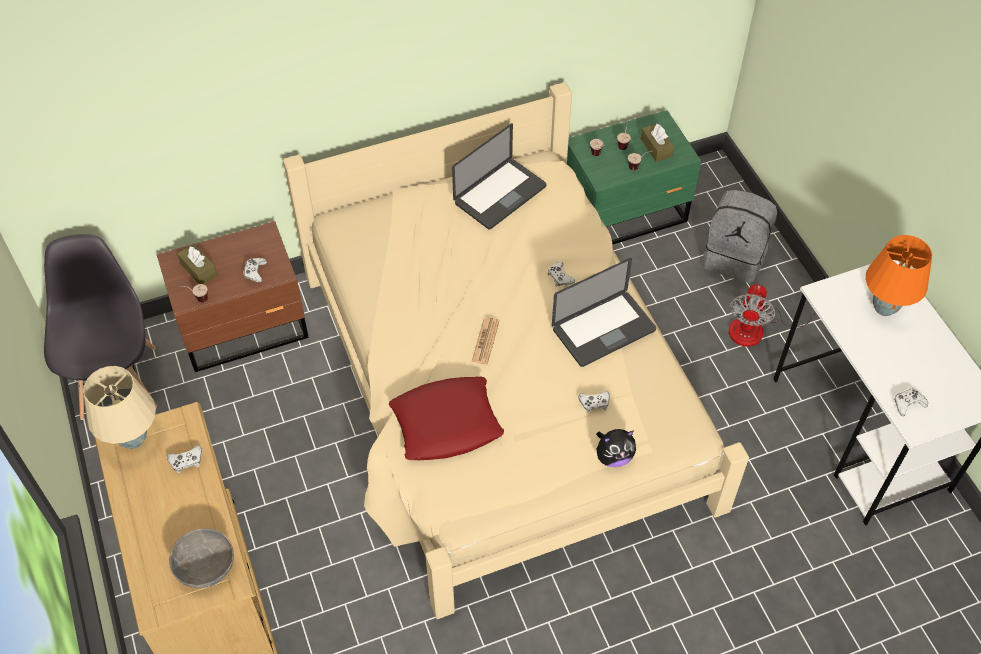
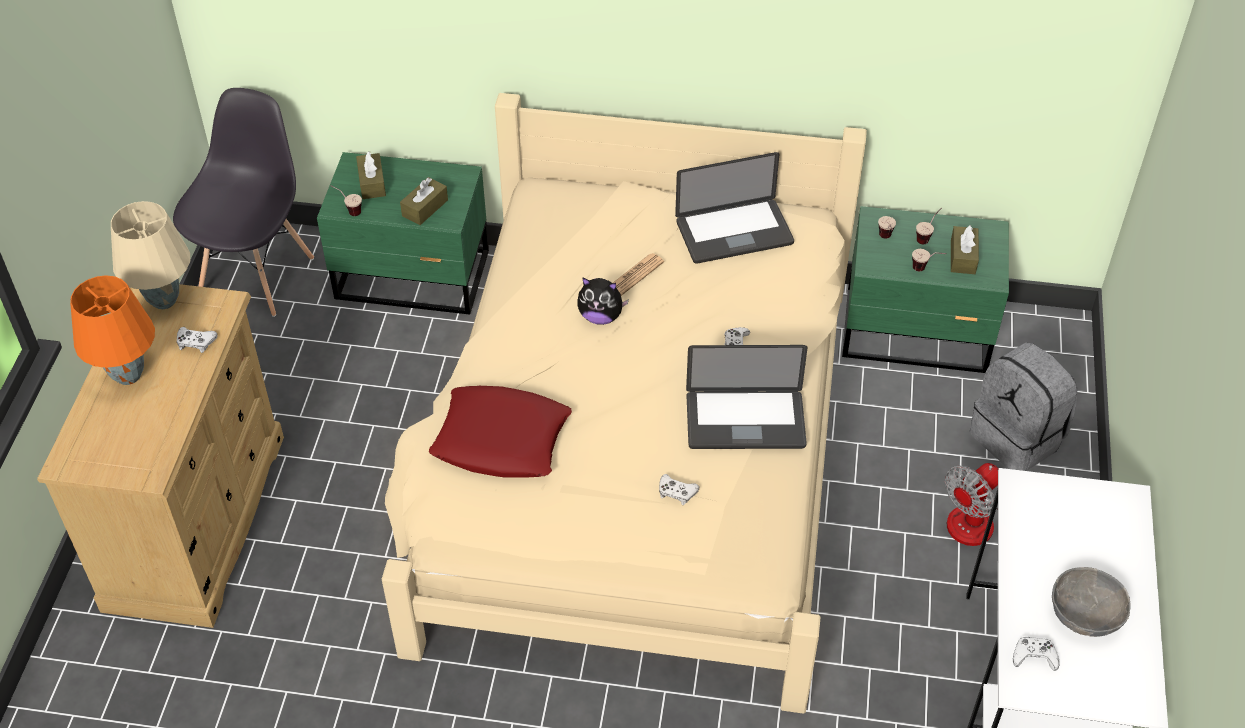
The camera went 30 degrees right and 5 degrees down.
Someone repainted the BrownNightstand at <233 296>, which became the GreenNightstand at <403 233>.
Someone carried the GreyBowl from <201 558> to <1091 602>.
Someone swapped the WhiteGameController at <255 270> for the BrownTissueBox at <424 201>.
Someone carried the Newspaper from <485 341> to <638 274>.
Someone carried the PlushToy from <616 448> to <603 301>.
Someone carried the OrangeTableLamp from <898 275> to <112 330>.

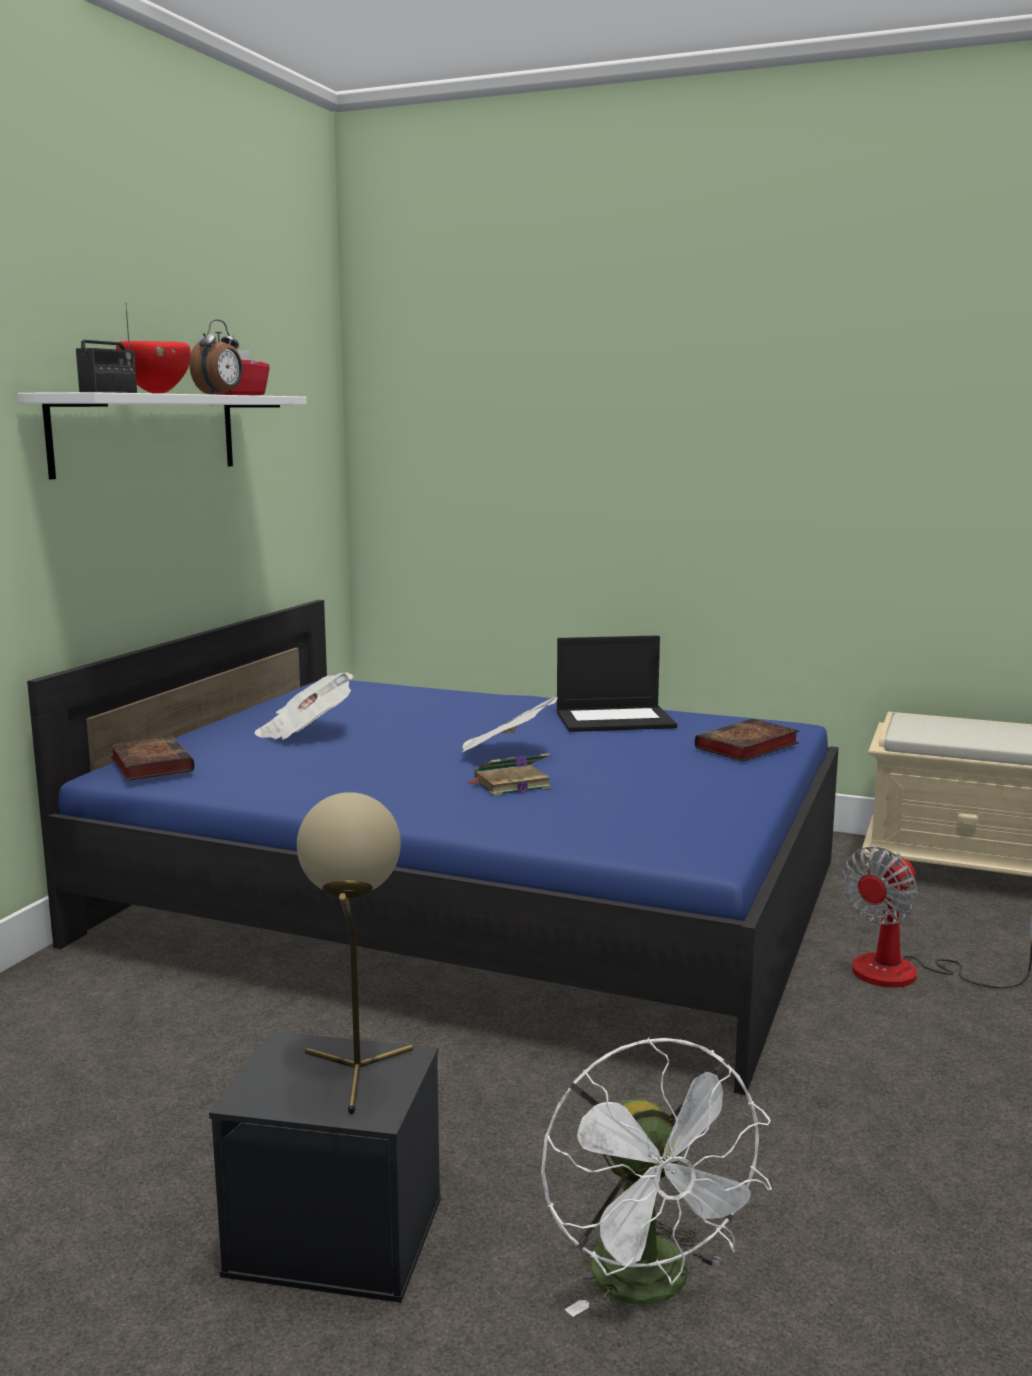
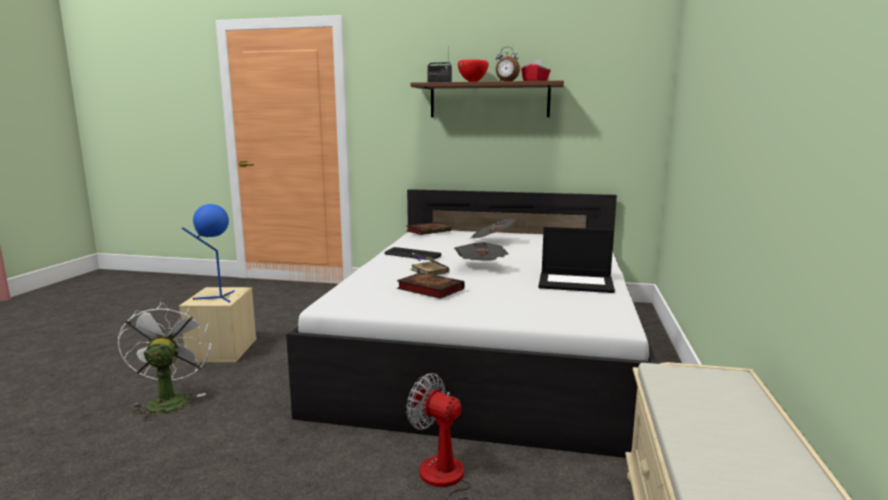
The camera went 80 degrees right and 0 degrees up.
Someone repainted the WhiteShelf at <162 435>, which became the BrownShelf at <487 98>.
Someone repainted the BlueBed at <433 847>, which became the WhiteBed at <472 323>.
Someone repainted the BlackStorageBox at <325 1167>, which became the BeigeStorageBox at <217 325>.
Someone repainted the BeigeTableLamp at <355 953>, which became the BlueTableLamp at <208 253>.
Someone rotated the WhiteFan at <656 1177> by 105 degrees clockwise.
Someone rotated the Laptop at <617 683> by 60 degrees counterclockwise.
Someone carried the Book from <747 740> to <431 285>.
Someone put down the Keyboard at <412 253>.

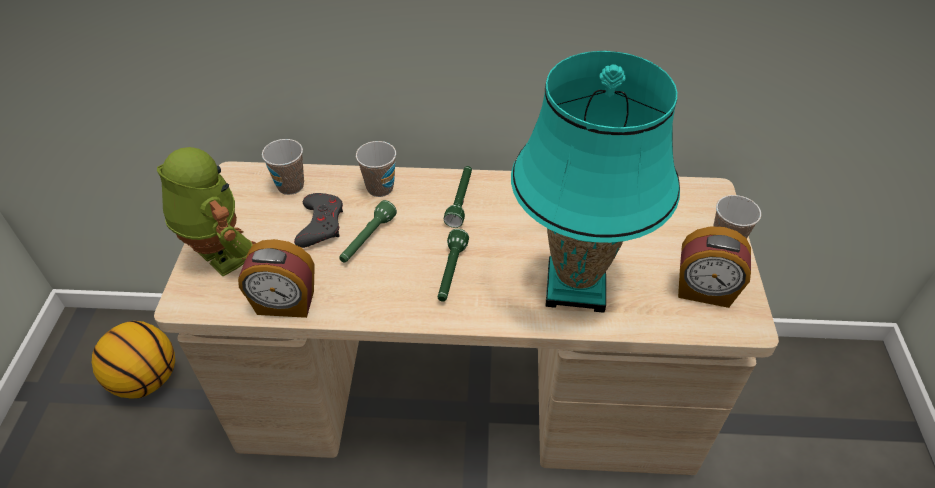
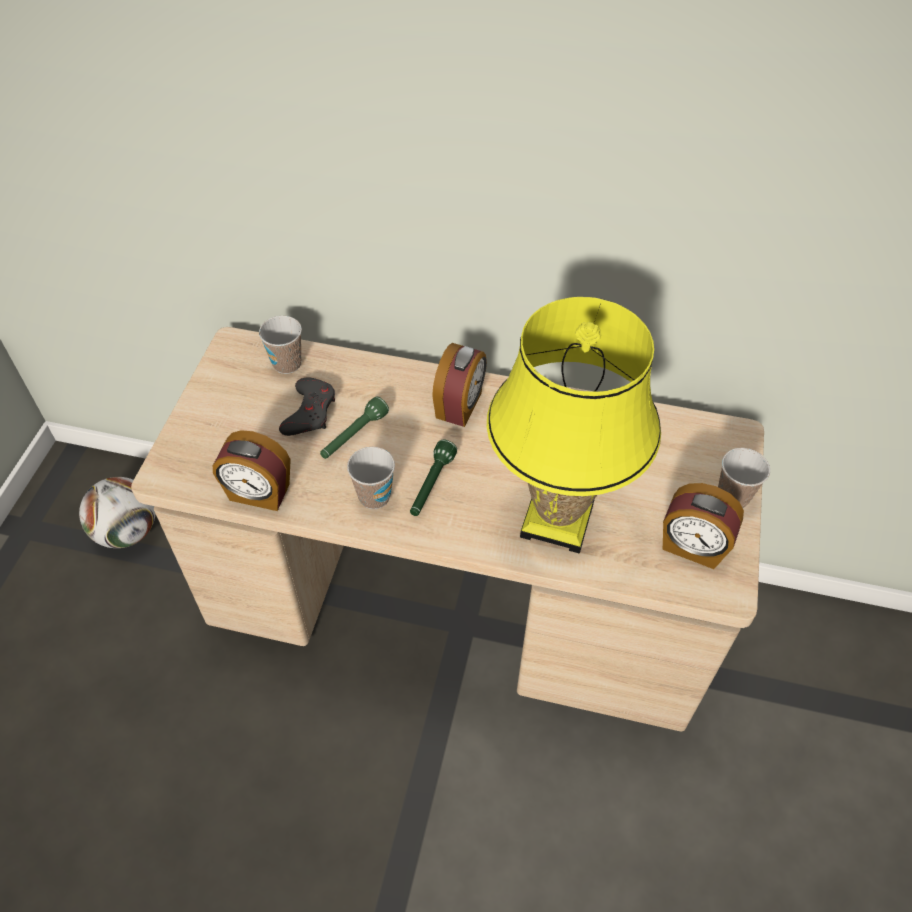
The camera went 10 degrees right and 5 degrees up.
Someone swapped the Basketball at <133 360> for the Football at <117 512>.
Someone took away the ToyRobot at <206 211>.
Someone carried the Cup from <376 169> to <371 478>.
Someone swapped the GreenFlashlight at <458 197> for the AlarmClock at <459 385>.
Someone repainted the TurquoiseTableLamp at <595 182>, which became the YellowTableLamp at <574 425>.

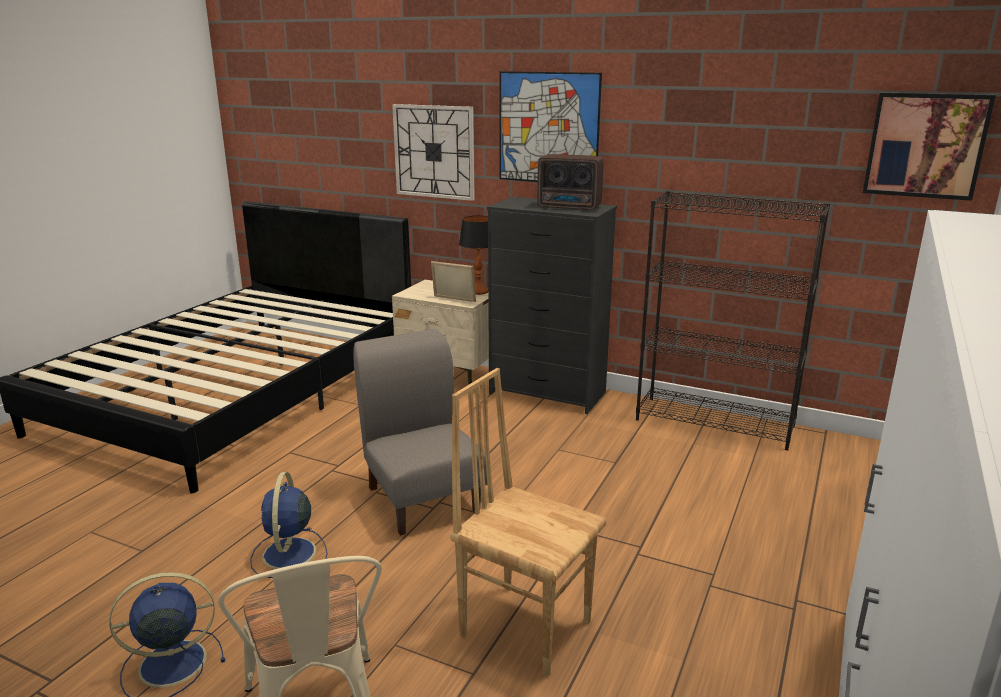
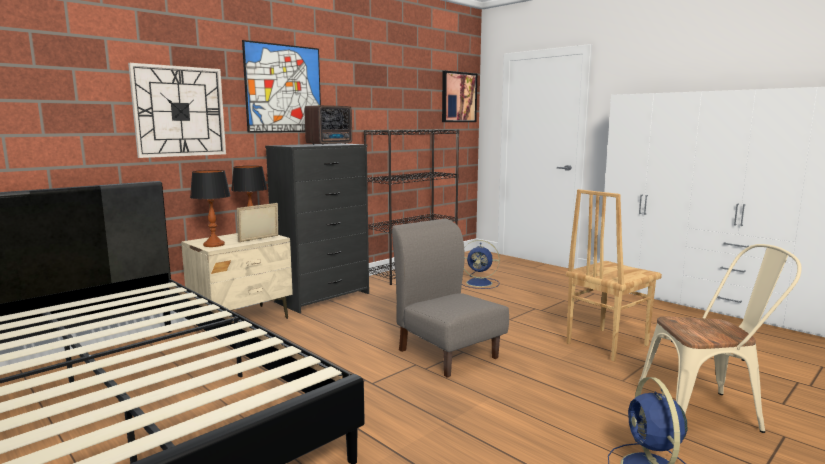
The camera went 70 degrees left and 10 degrees down.
Someone carried the BlueFan from <288 525> to <481 264>.
Someone rotated the GreyChair at <420 432> by 60 degrees clockwise.
Someone put down the TableLamp at <210 208>.

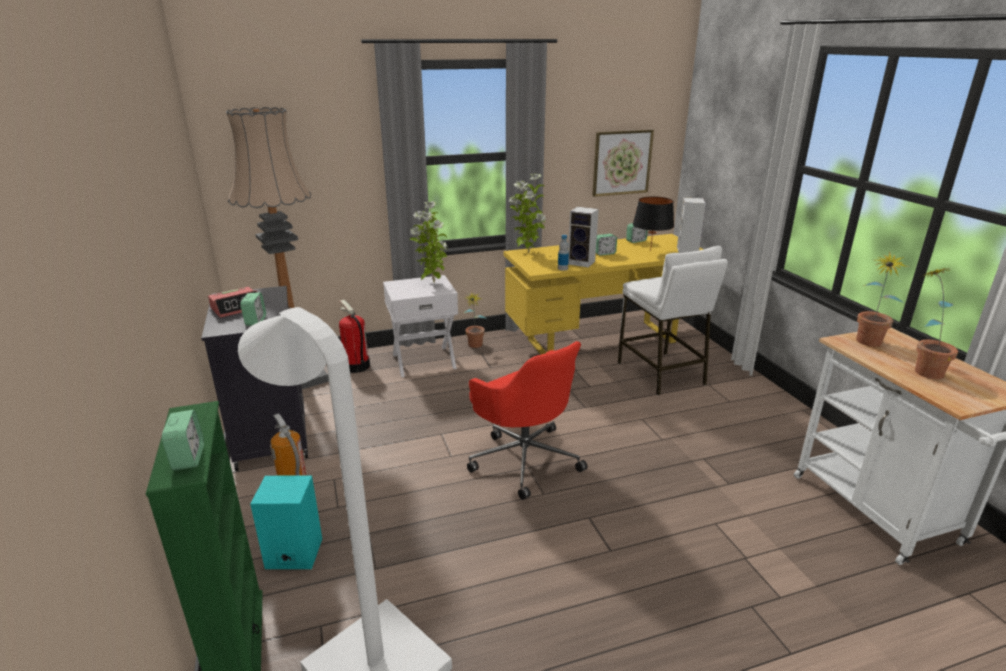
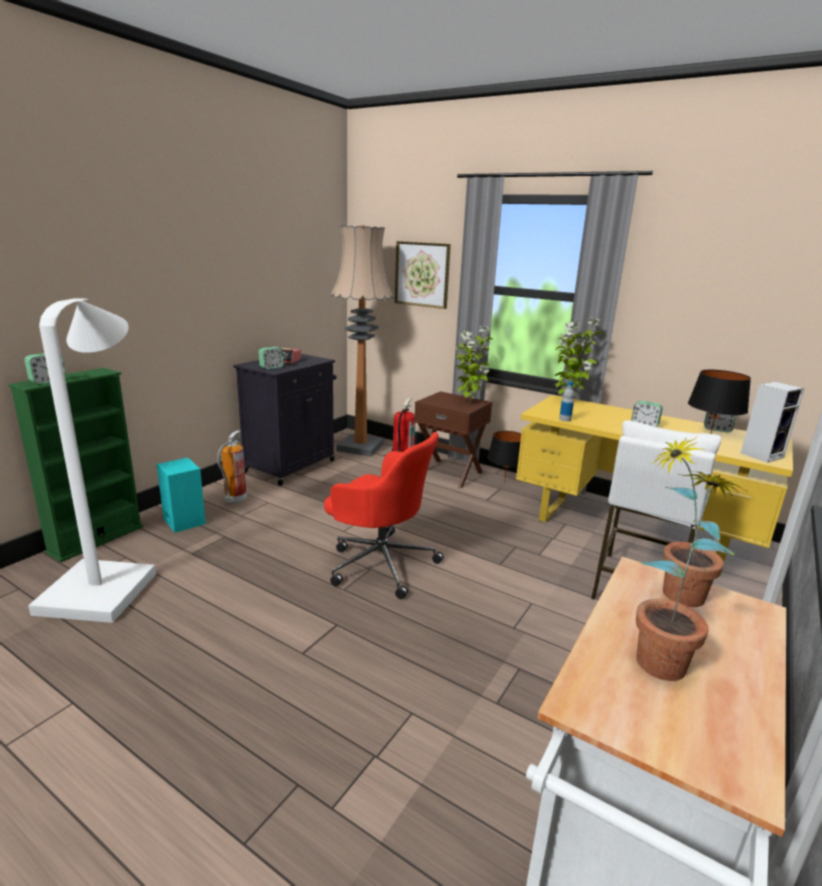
The camera went 50 degrees right and 5 degrees down.
Someone repainted the WhiteNightstand at <420 326>, which became the BrownNightstand at <453 440>.
Someone swapped the PottedPlant at <475 319> for the BlackTableLamp at <504 457>.
Someone rotated the RedOfficeChair at <527 420> by 75 degrees counterclockwise.
Someone took away the Speaker at <583 237>.
Someone carried the Picture from <623 163> to <423 275>.

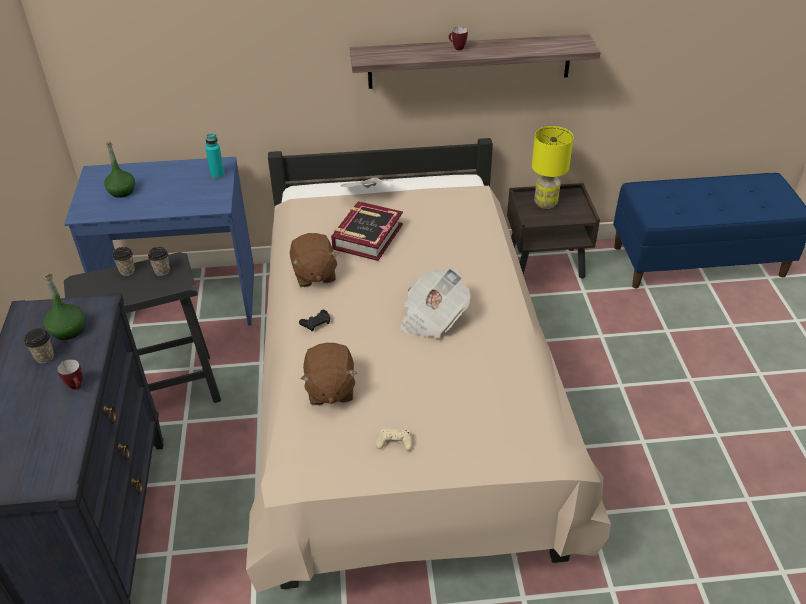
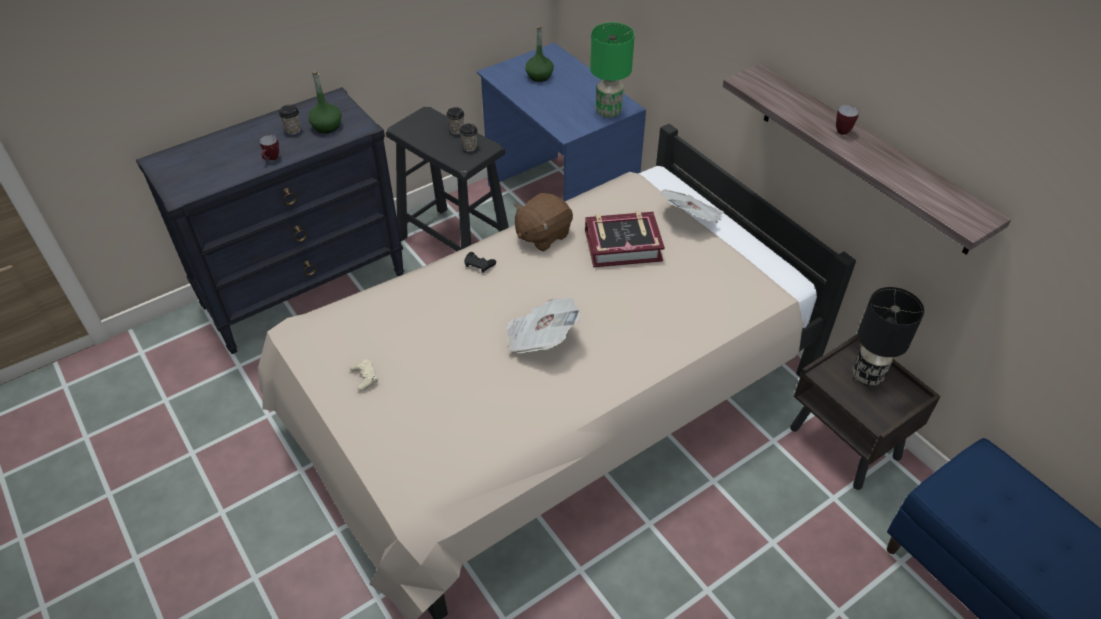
The camera went 60 degrees right and 5 degrees up.
Someone swapped the TurquoiseBottle at <215 156> for the GreenTableLamp at <612 70>.
Someone took away the BrownPlushToy at <329 374>.
Someone repainted the YellowTableLamp at <552 167>, which became the BlackTableLamp at <888 336>.

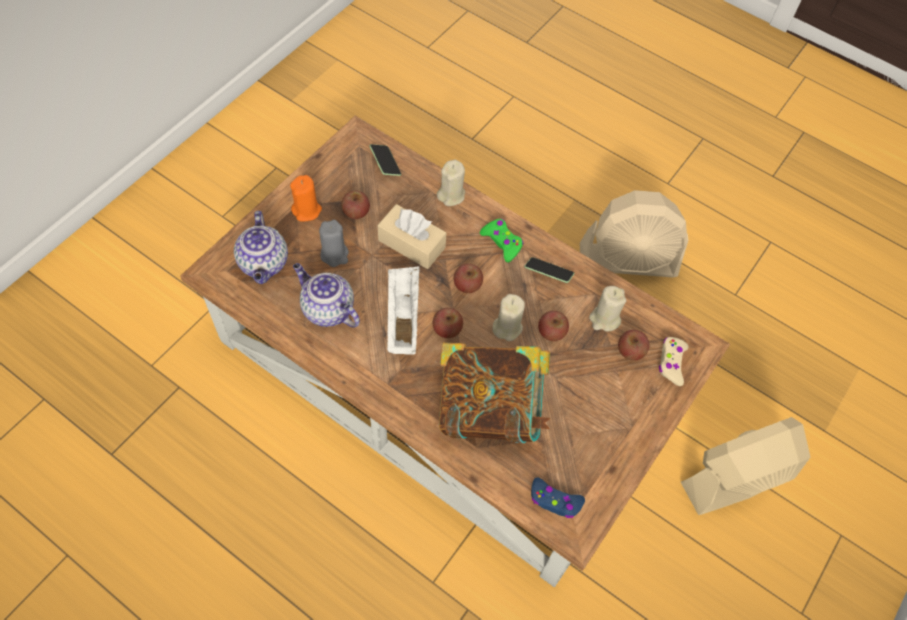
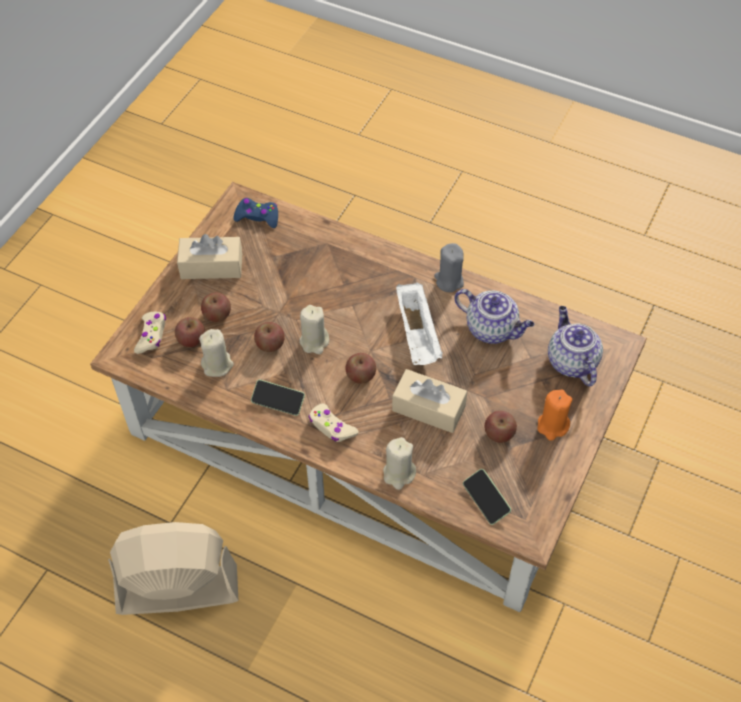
The camera went 175 degrees right and 5 degrees down.
Someone carried the GreyCandle from <334 243> to <449 267>.
Someone carried the Apple from <448 323> to <216 307>.
Someone took away the Book at <494 393>.
Someone repainted the GreenGameController at <502 240>, which became the BeigeGameController at <333 423>.
Someone took away the BeigeFan at <745 466>.
Someone put down the BeigeTissueBox at <209 256>.

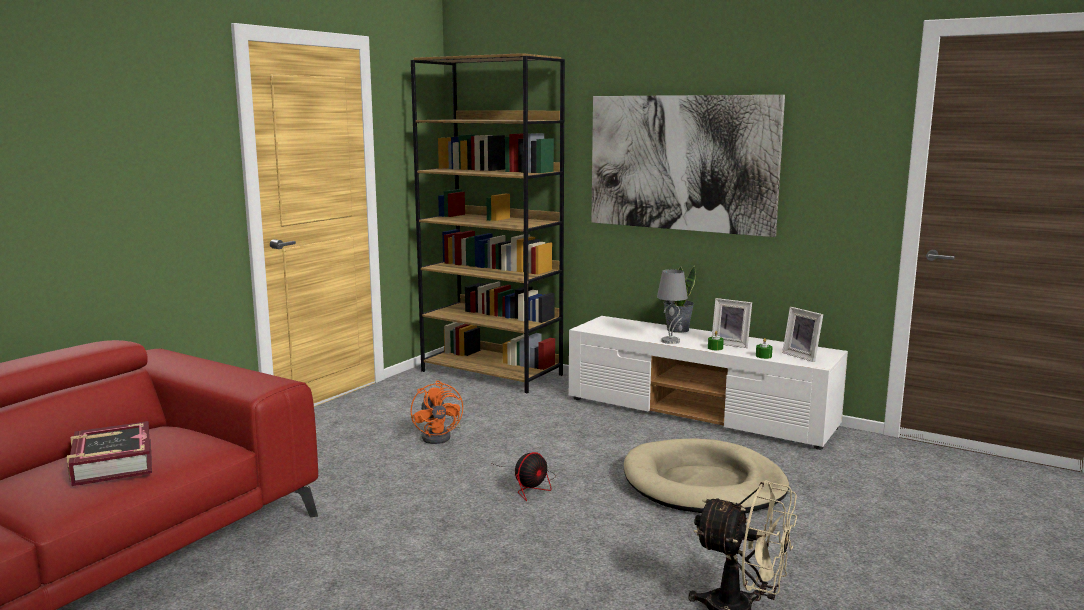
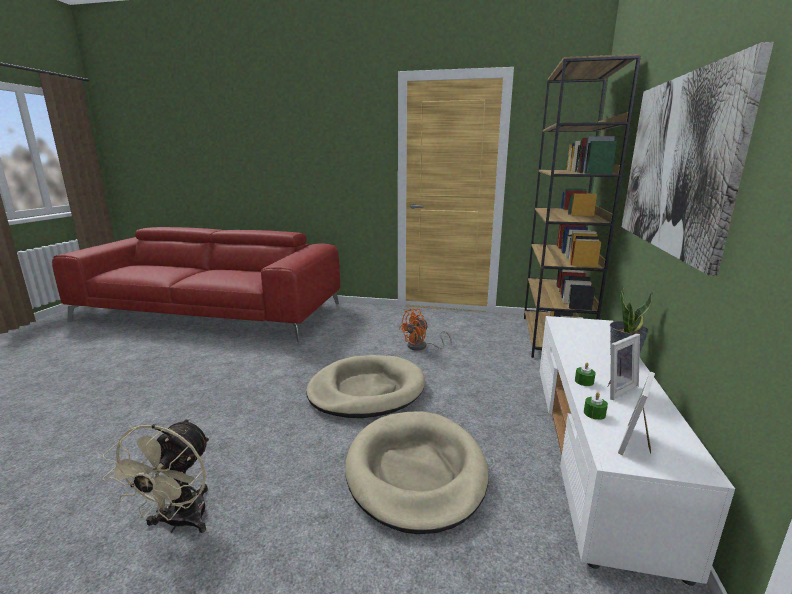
The camera went 70 degrees right and 5 degrees up.
Someone took away the Book at <109 453>.
Someone swapped the Fan at <523 476> for the BeigeDogBed at <365 386>.
Someone took away the GreyTableLamp at <672 306>.
Someone rotated the PictureFrame at <732 323> by 135 degrees counterclockwise.

